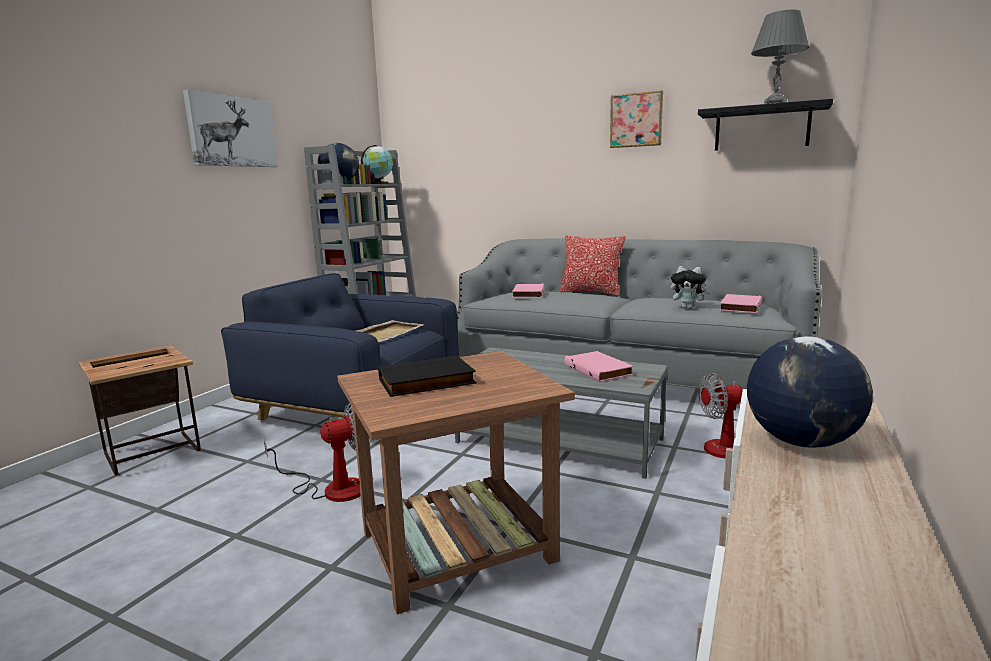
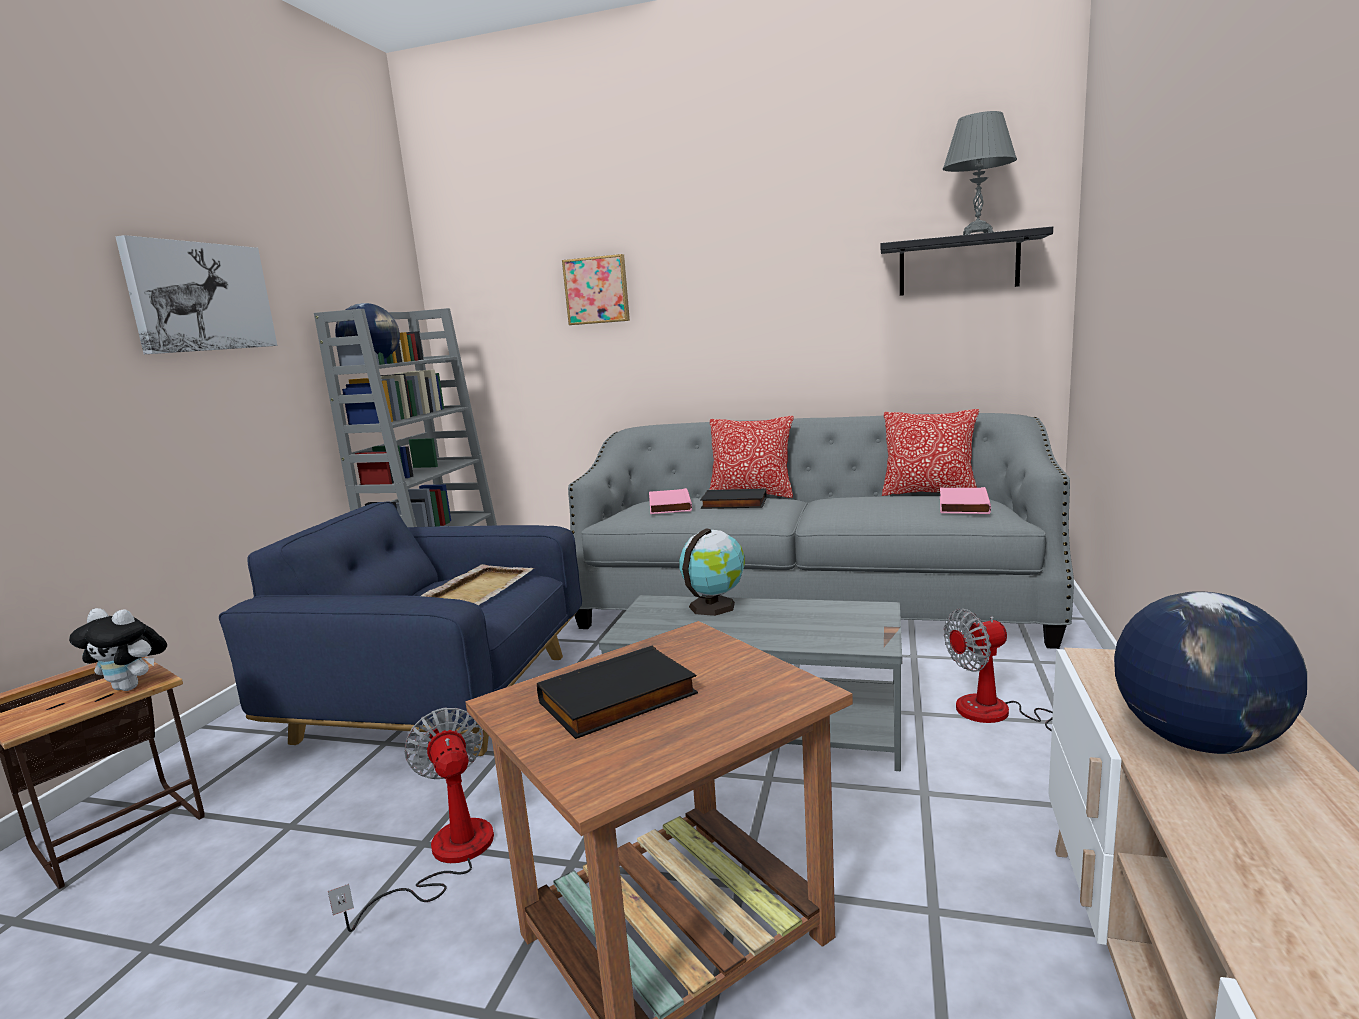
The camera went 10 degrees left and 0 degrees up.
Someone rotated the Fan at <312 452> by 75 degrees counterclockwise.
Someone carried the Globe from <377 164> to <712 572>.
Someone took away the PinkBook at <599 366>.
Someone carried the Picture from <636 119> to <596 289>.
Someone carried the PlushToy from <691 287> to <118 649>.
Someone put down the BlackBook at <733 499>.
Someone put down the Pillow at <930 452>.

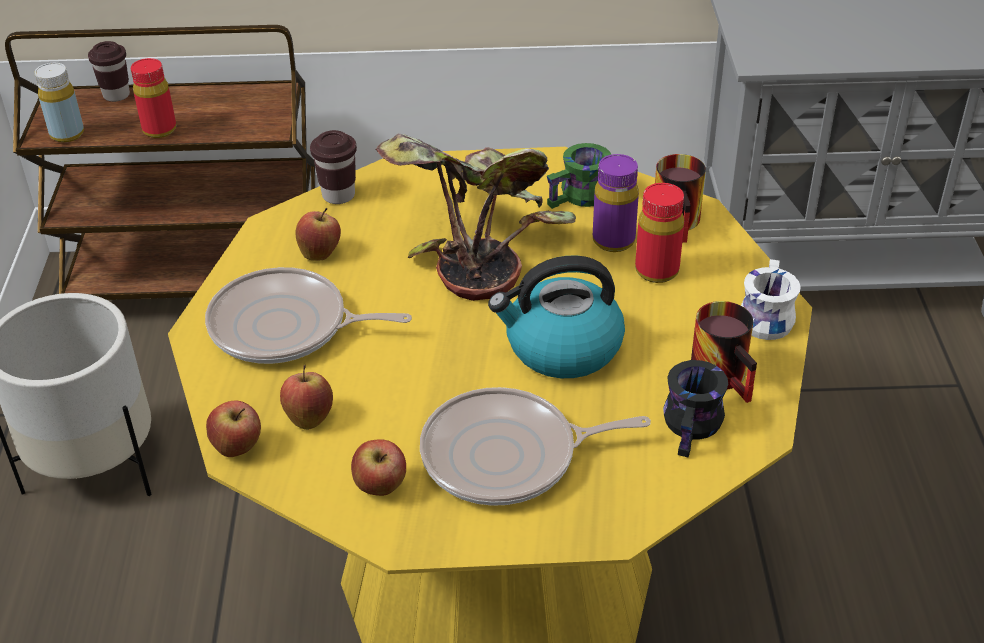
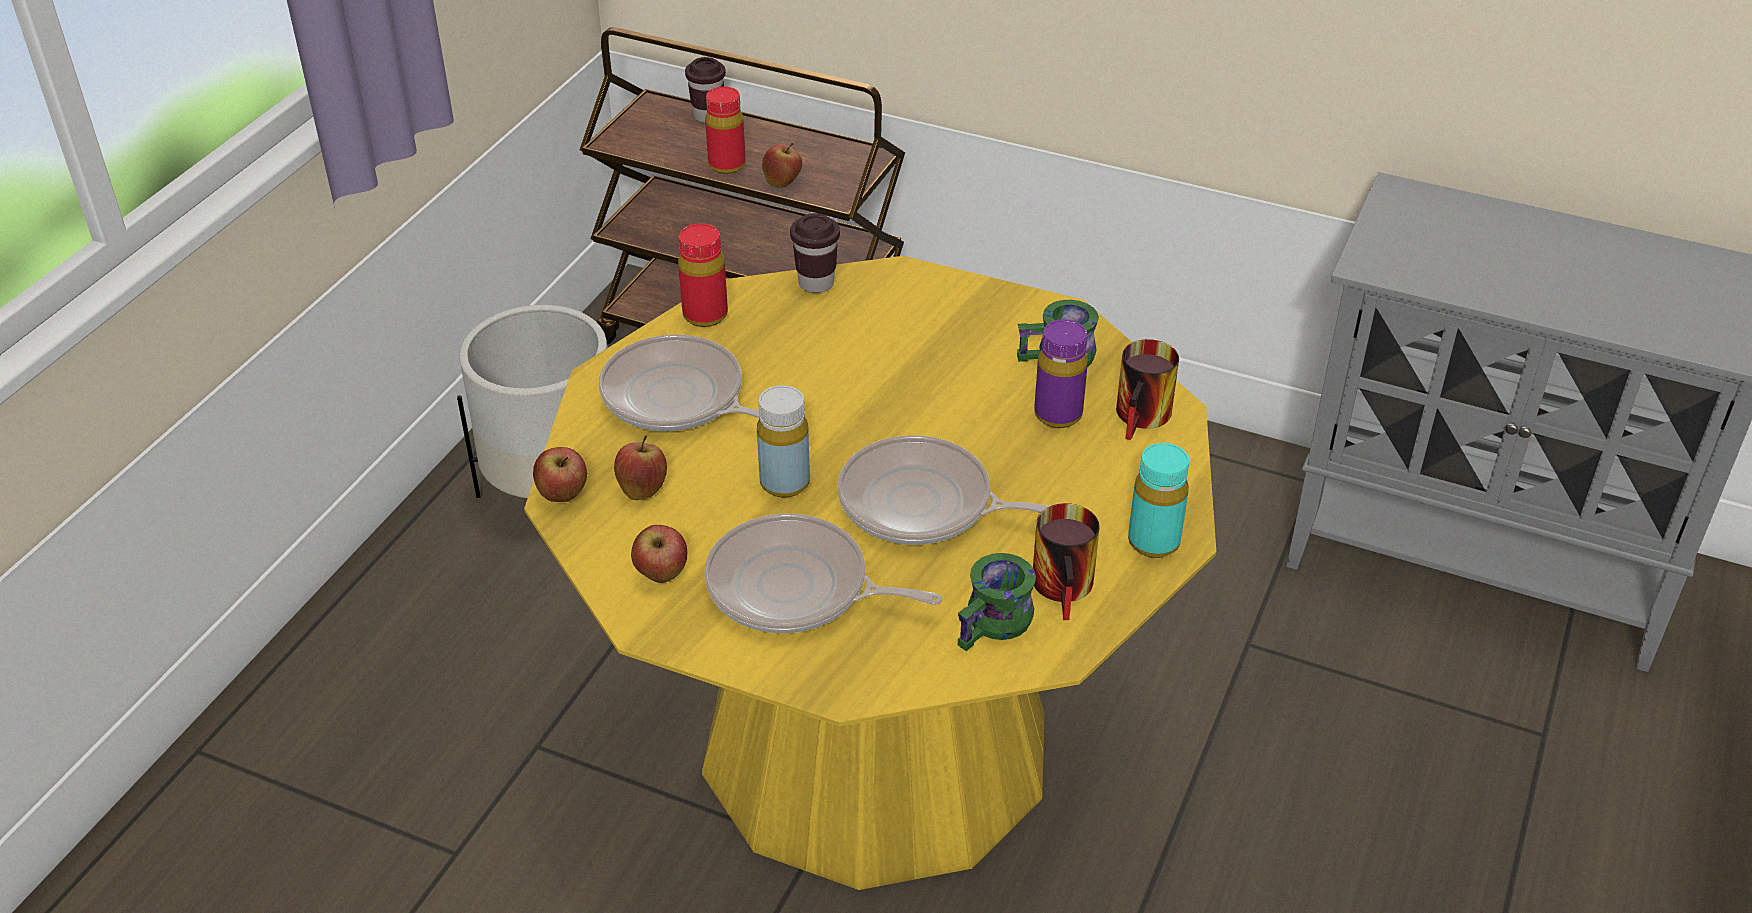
The camera went 25 degrees right and 0 degrees up.
Someone carried the YellowBottle from <59 103> to <783 441>.
Someone carried the Apple from <318 234> to <782 165>.
Someone took away the PottedPlant at <476 217>.
Someone swapped the Kettle at <556 316> for the FryingPan at <944 490>.
Someone carried the RedBottle from <659 233> to <703 275>.
Someone repainted the BlackMug at <695 408>, which became the GreenMug at <997 602>.
Someone swapped the WhiteMug at <771 299> for the TurquoiseBottle at <1158 500>.

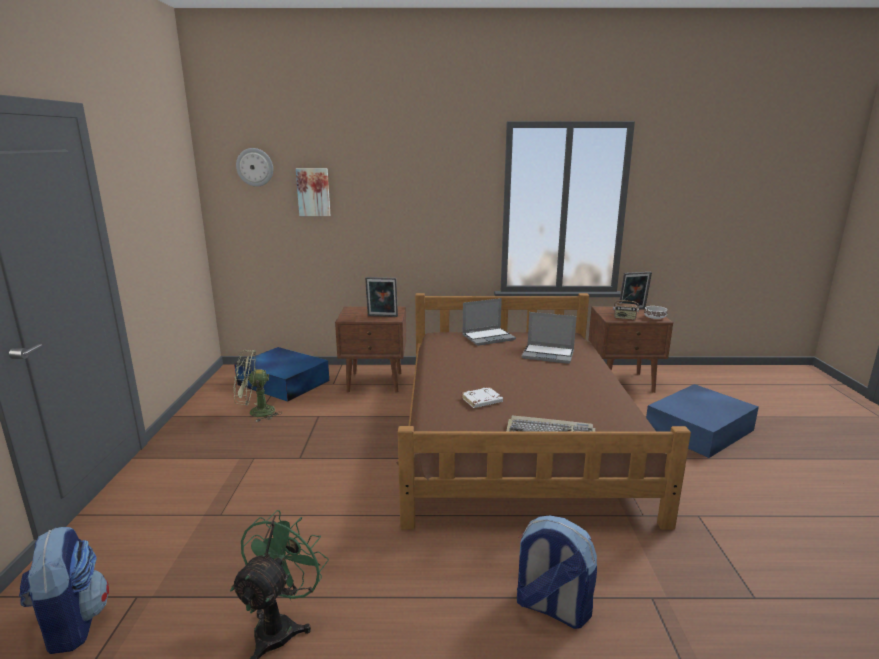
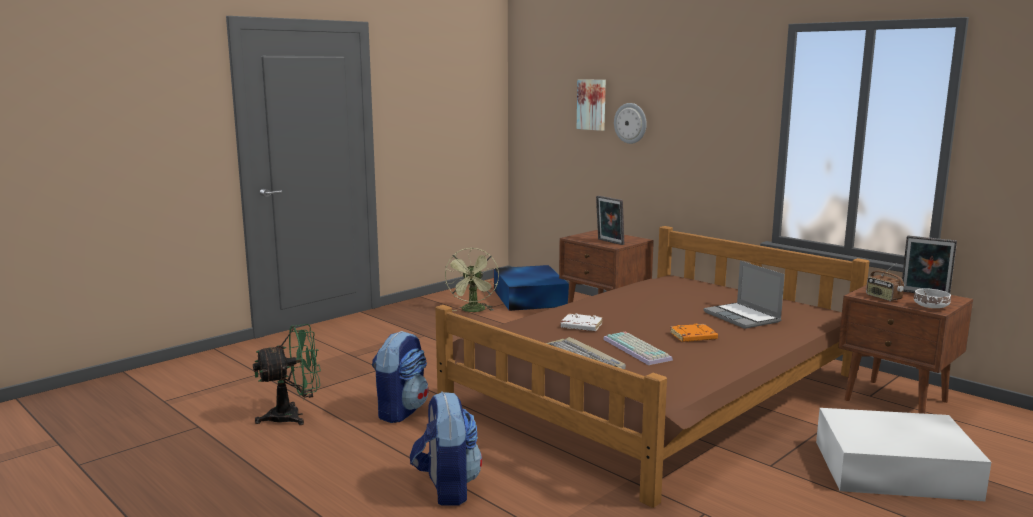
The camera went 45 degrees right and 5 degrees down.
Someone carried the Backpack from <64 590> to <400 377>.
Someone rotated the GreenFan at <258 386> by 120 degrees counterclockwise.
Someone carried the WallClock from <254 167> to <630 123>.
Someone took away the Laptop at <489 322>.
Someone repainted the BlueStorageBox at <702 421>, which became the WhiteStorageBox at <903 454>.
Someone put down the Keyboard at <638 348>.
Someone put down the OrangeBook at <694 333>.

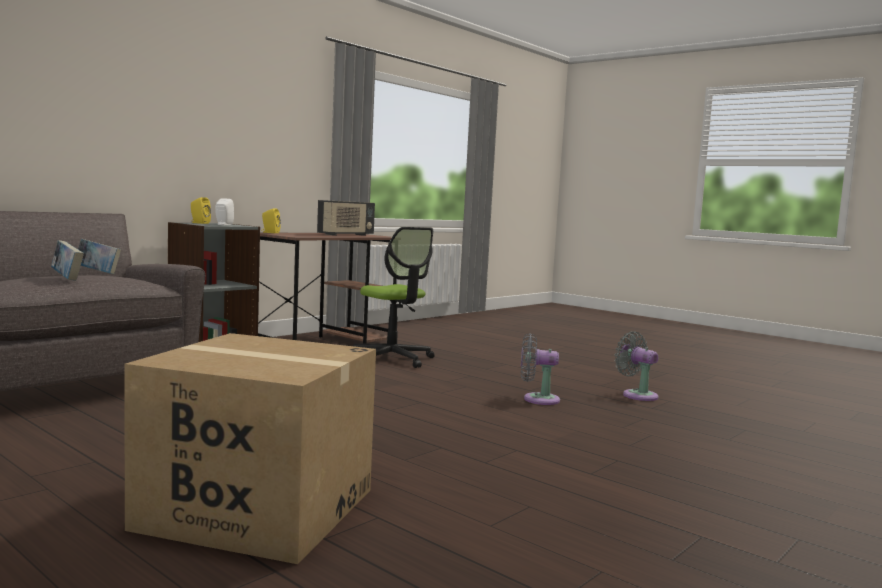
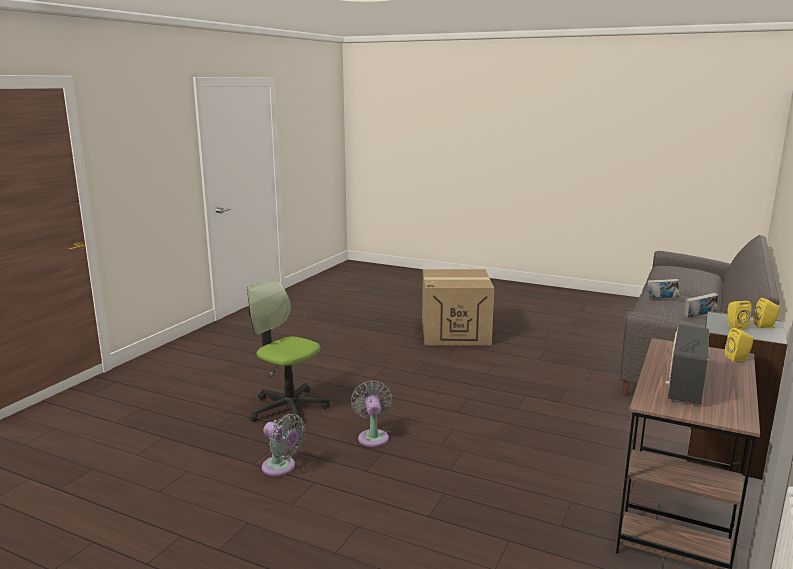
The camera went 165 degrees right and 10 degrees up.
Someone repainted the WhiteSpeaker at <224 211>, which became the YellowSpeaker at <739 315>.
Someone carried the OfficeChair from <394 297> to <288 353>.
Someone rotated the GreyFan at <540 369> by 90 degrees counterclockwise.

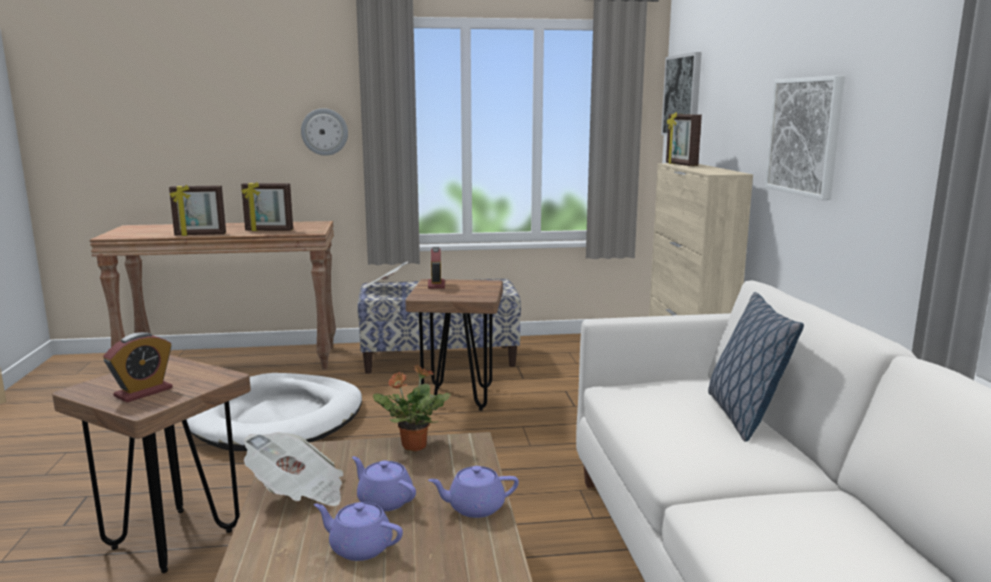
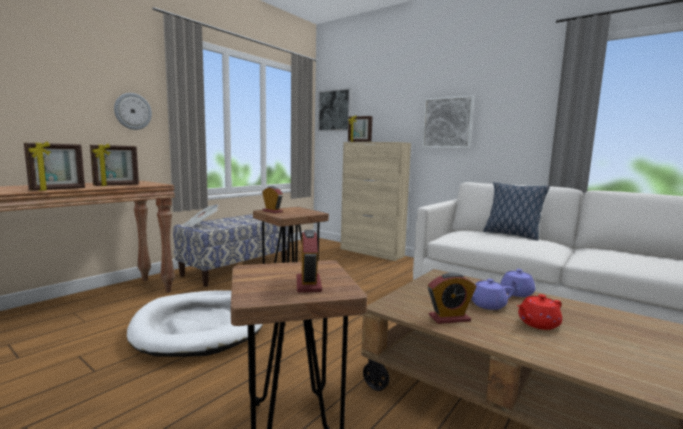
The camera went 45 degrees left and 5 degrees down.
Someone swapped the Newspaper at <294 469> for the AlarmClock at <452 298>.
Someone repainted the PurpleTeapot at <358 531>, which became the RedTeapot at <539 312>.
Someone took away the PottedPlant at <412 407>.

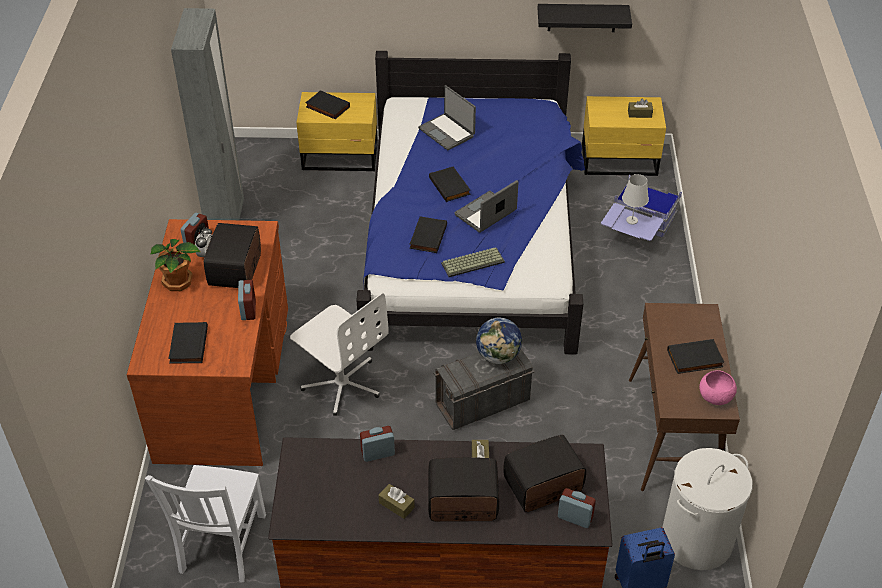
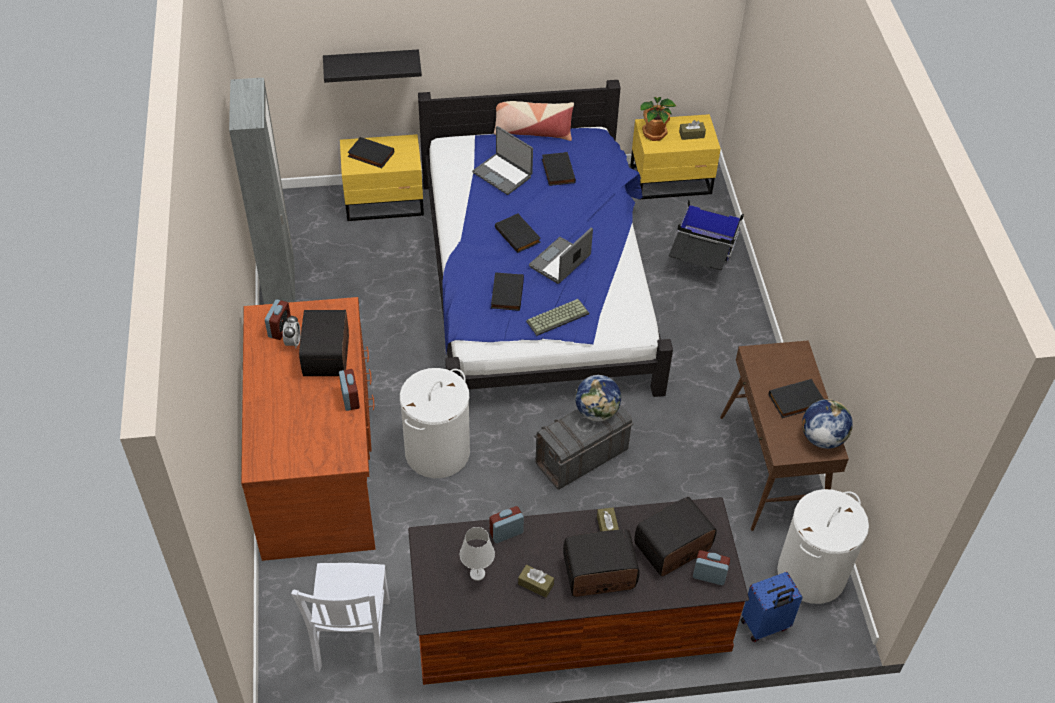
The camera went 10 degrees left and 5 degrees up.
Someone carried the PottedPlant from <175 265> to <658 119>.
Someone carried the BlackBook from <188 343> to <559 169>.
Someone swapped the WhiteOfficeChair at <339 354> for the WhiteLaundryBasket at <435 423>.
Someone carried the BlackShelf from <585 18> to <372 66>.
Someone repainted the BlueStorageBox at <641 208>, which became the BlackStorageBox at <706 235>.
Someone carried the WhiteTableLamp from <635 199> to <477 554>.
Someone swapped the PinkBowl at <718 387> for the Globe at <827 424>.
Someone put down the Pillow at <534 121>.

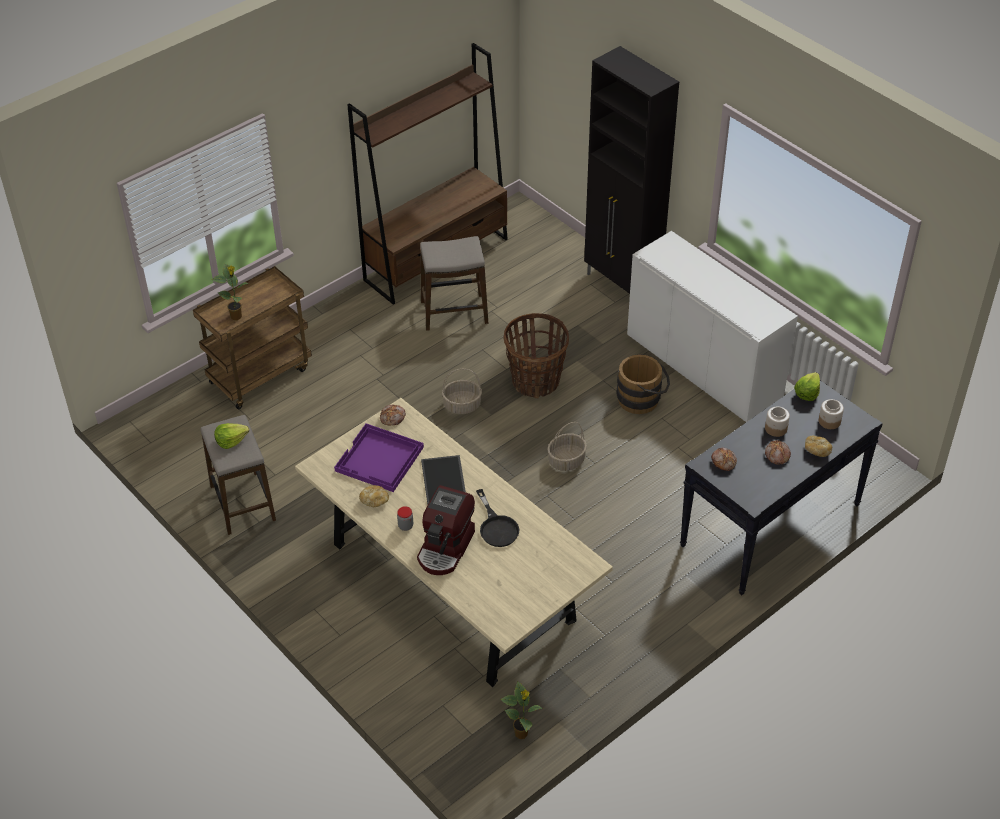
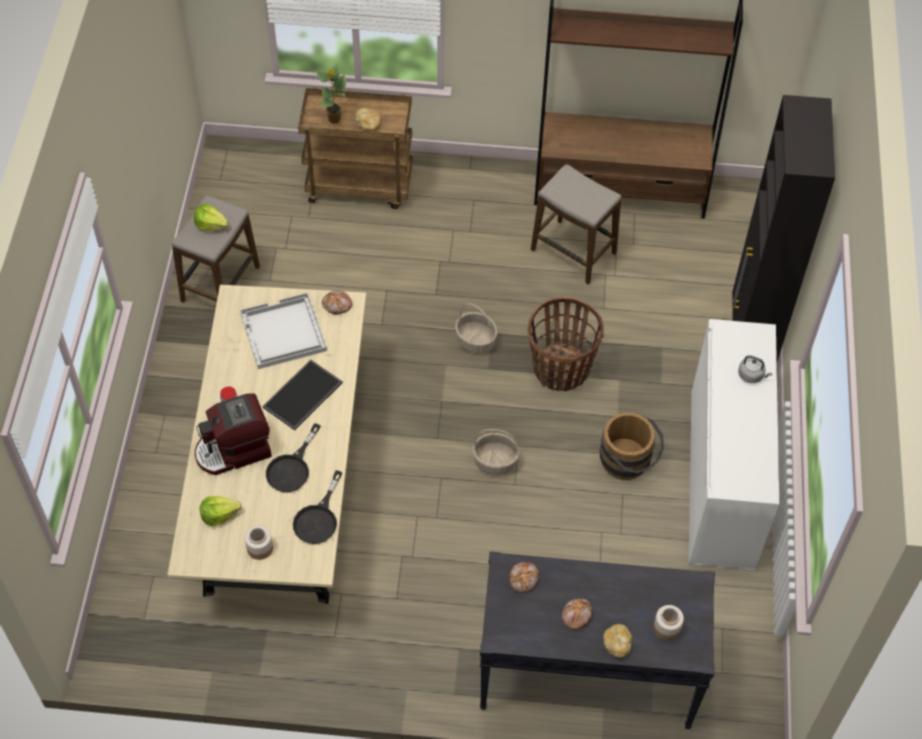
The camera went 45 degrees right and 10 degrees up.
Someone repainted the PurpleTray at <379 457>, which became the WhiteTray at <283 330>.
Someone carried the Bread from <374 496> to <368 119>.
Someone took away the PottedPlant at <521 710>.
Someone carried the Jar from <777 421> to <259 542>.
Someone carried the Lettuce from <807 386> to <221 511>.
Someone put down the BlackFryingPan at <317 507>.
Someone put down the GreyKettle at <755 369>.

